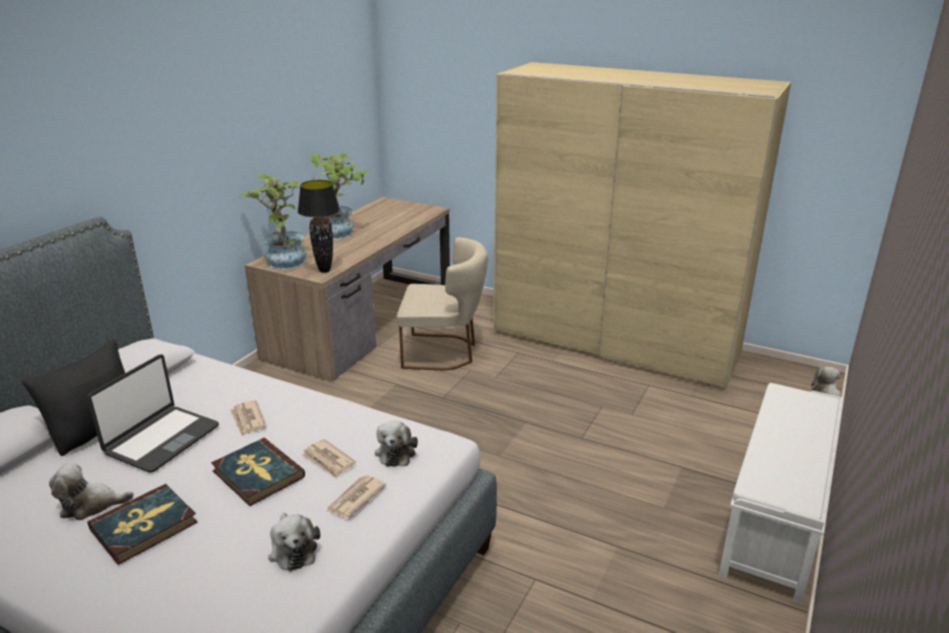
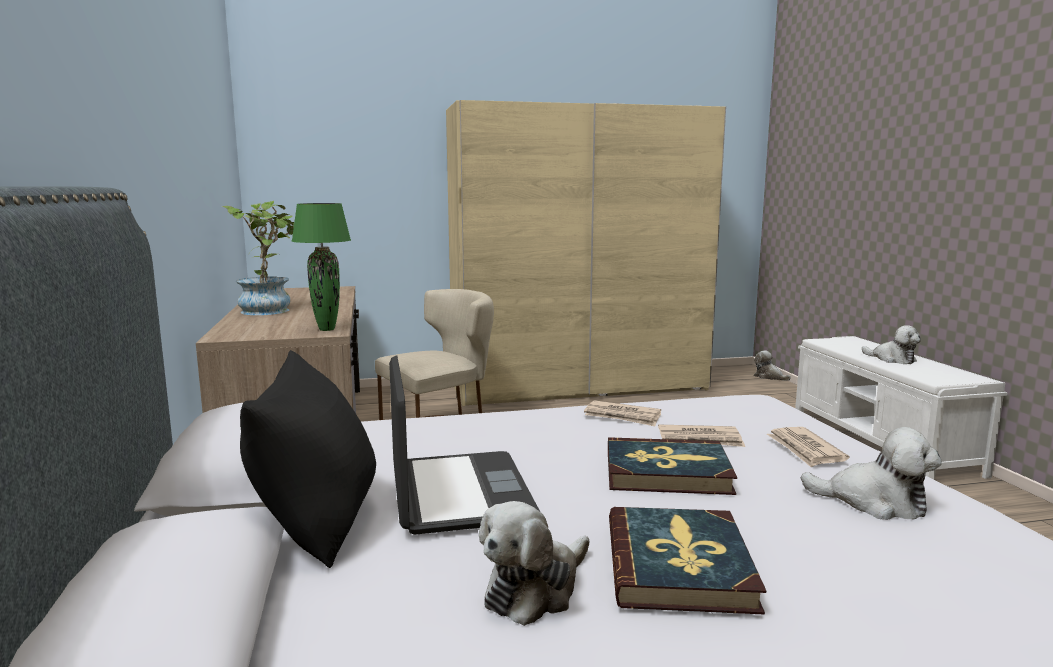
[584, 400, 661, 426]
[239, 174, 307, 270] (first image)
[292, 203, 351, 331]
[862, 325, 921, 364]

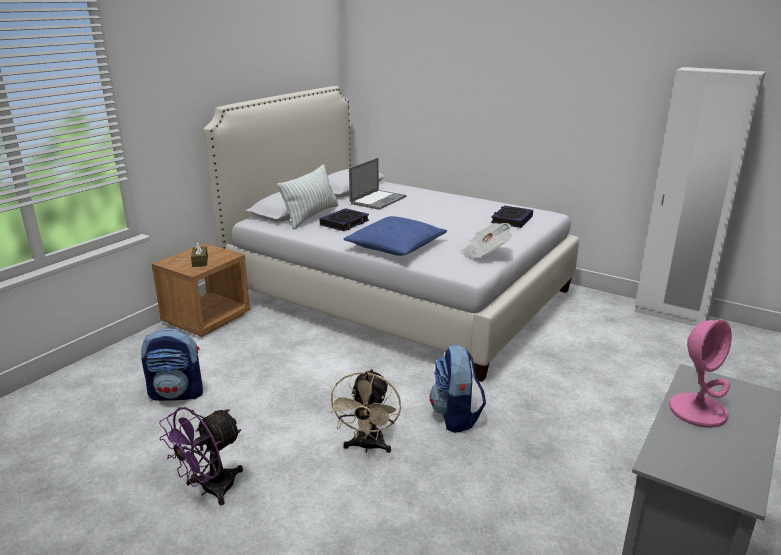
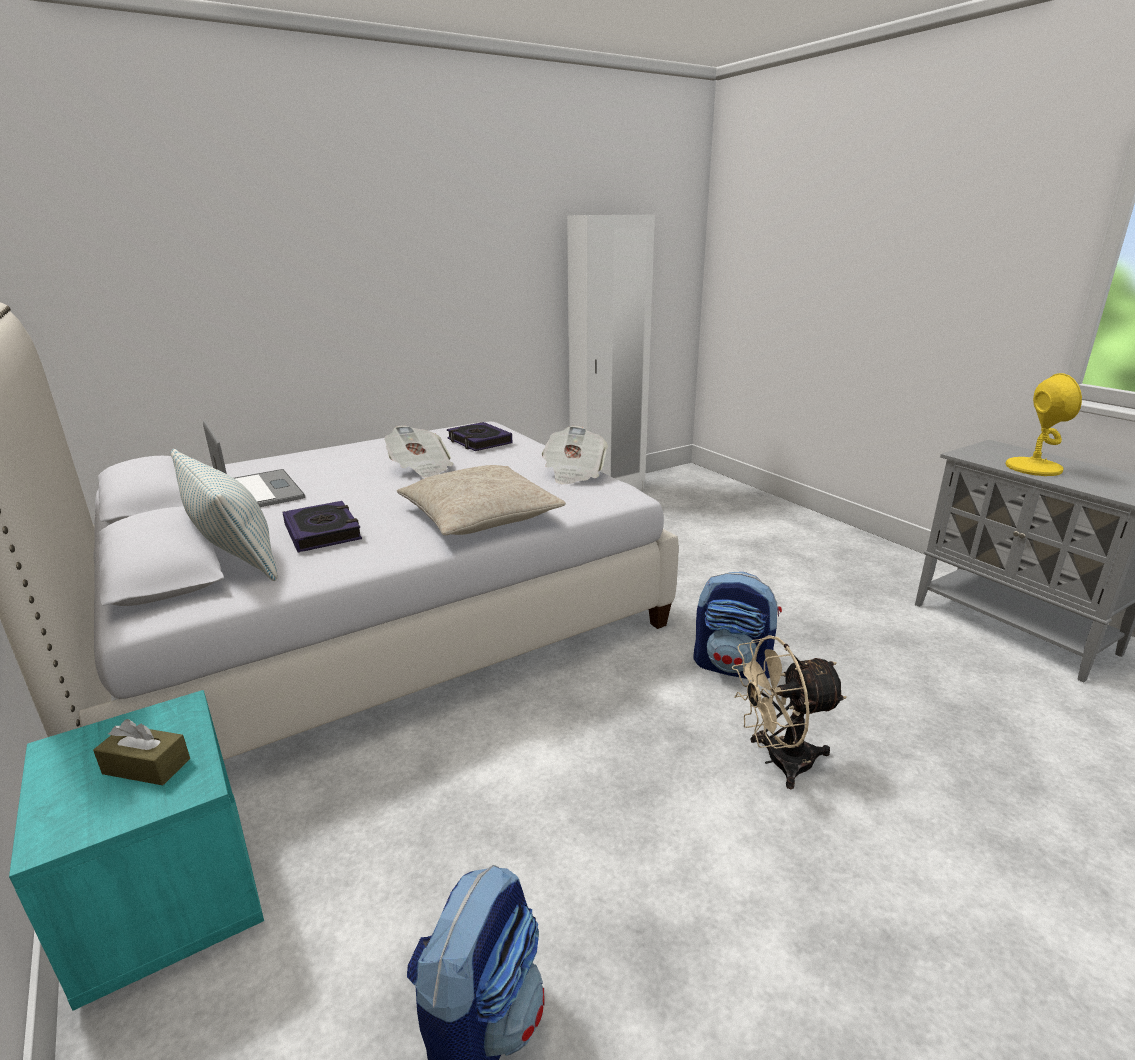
[9, 690, 264, 1011]
[159, 407, 243, 505] (first image)
[732, 635, 847, 789]
[397, 465, 566, 535]
[1006, 373, 1082, 476]
[384, 425, 453, 478]

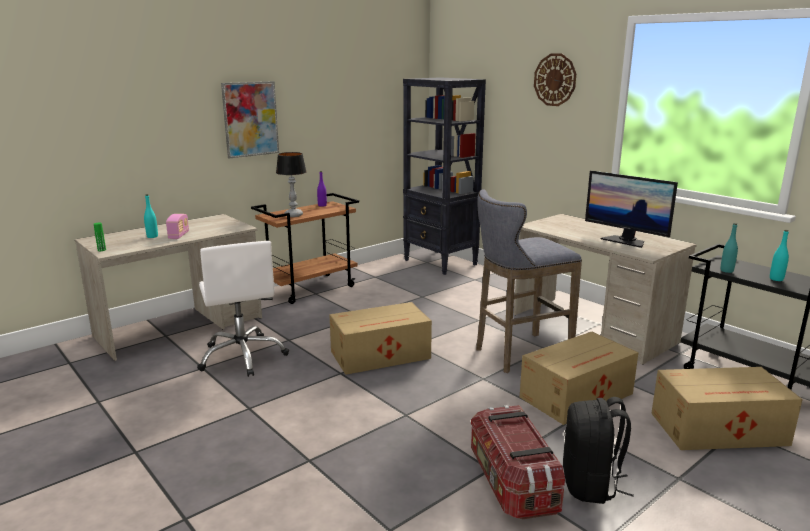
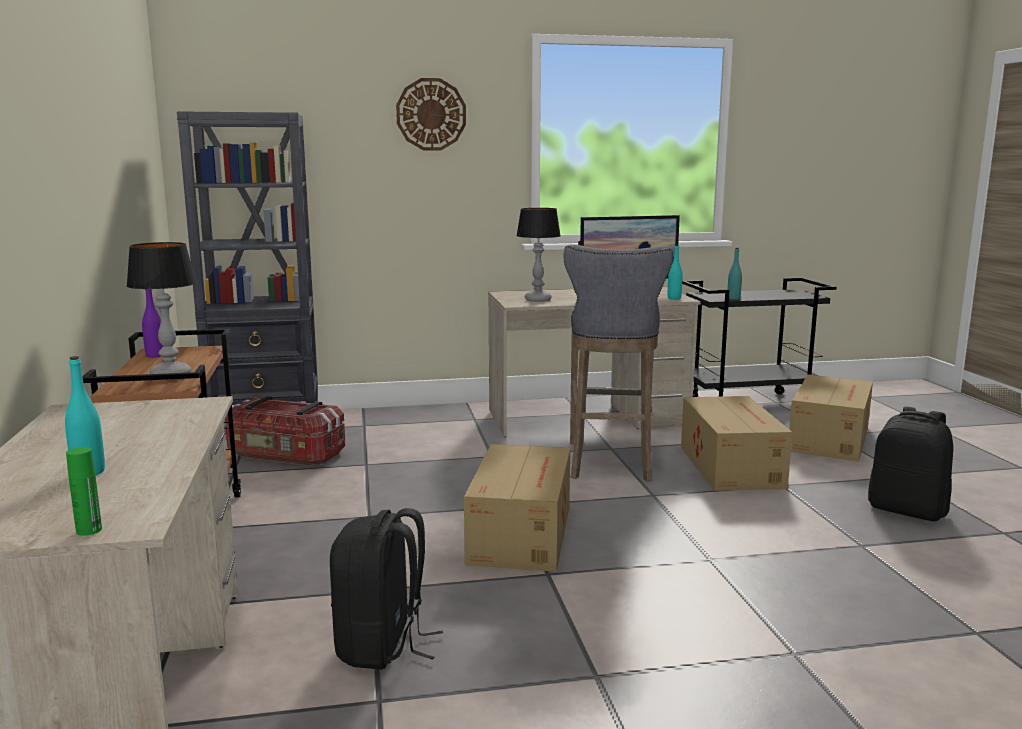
[166, 214, 189, 239] (first image)
[330, 508, 443, 670]
[221, 81, 279, 159] (first image)
[225, 396, 345, 466]
[668, 245, 683, 300]
[516, 208, 561, 302]

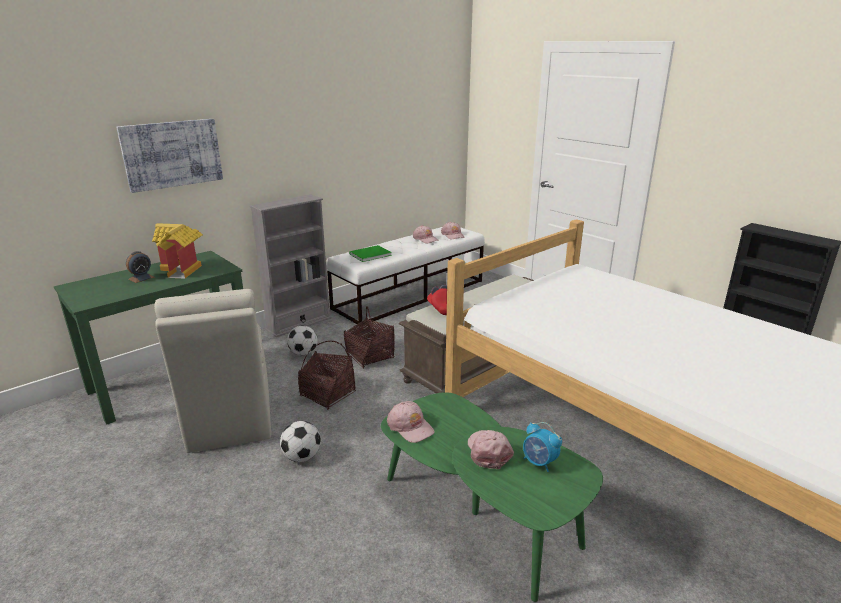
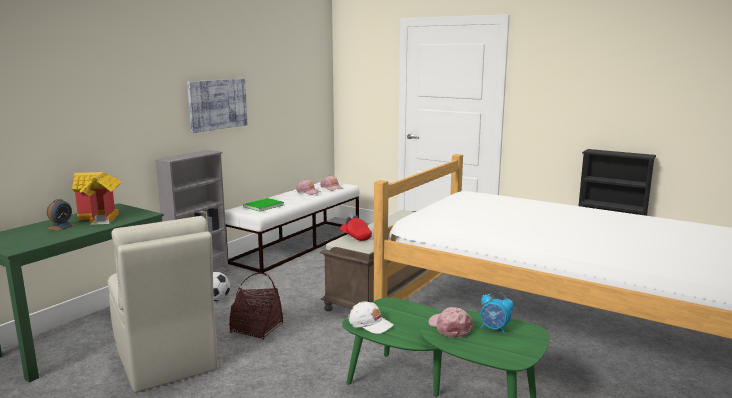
[187, 79, 248, 133]
[280, 421, 321, 462] (first image)
[344, 306, 395, 368] (first image)
[348, 301, 394, 334]

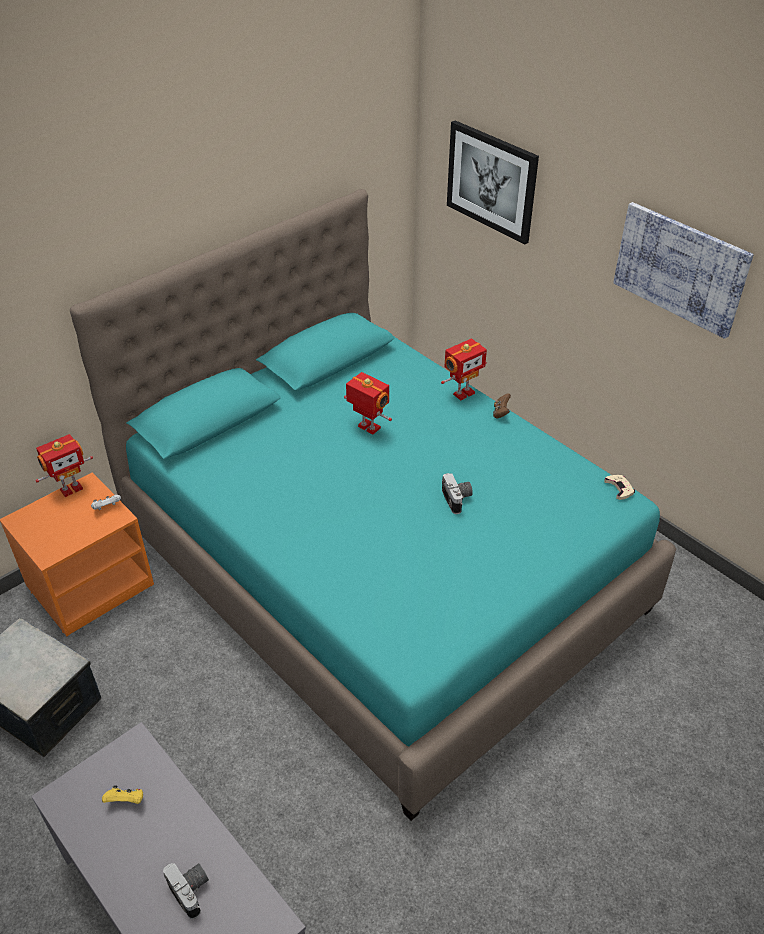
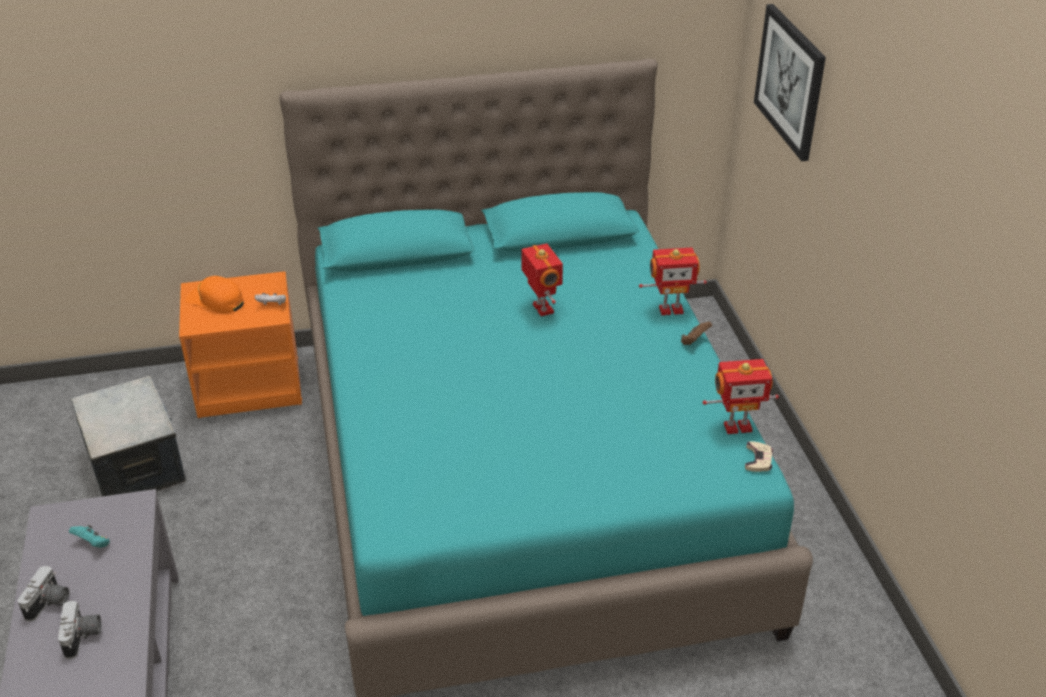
[703, 359, 779, 434]
[69, 525, 110, 548]
[17, 566, 69, 621]
[613, 202, 754, 339] (first image)
[185, 276, 244, 313]

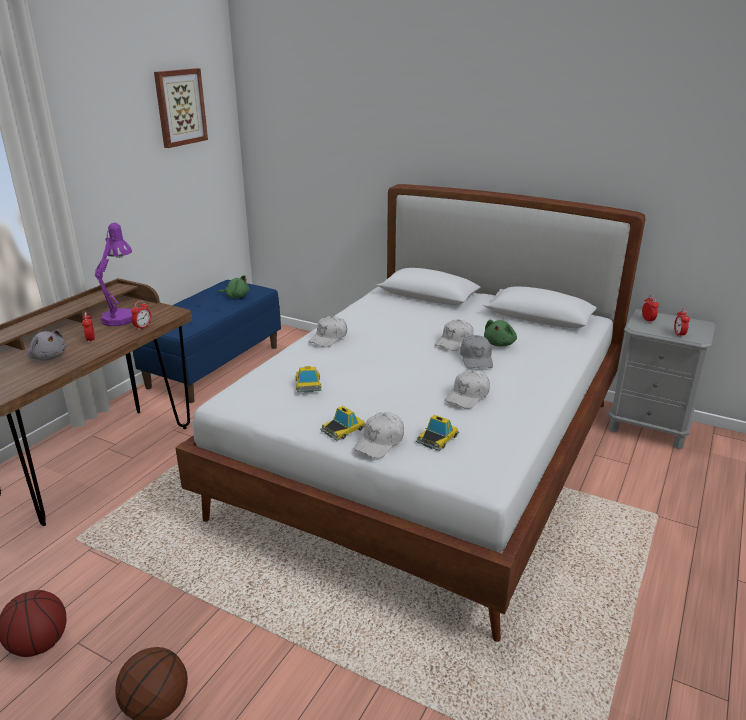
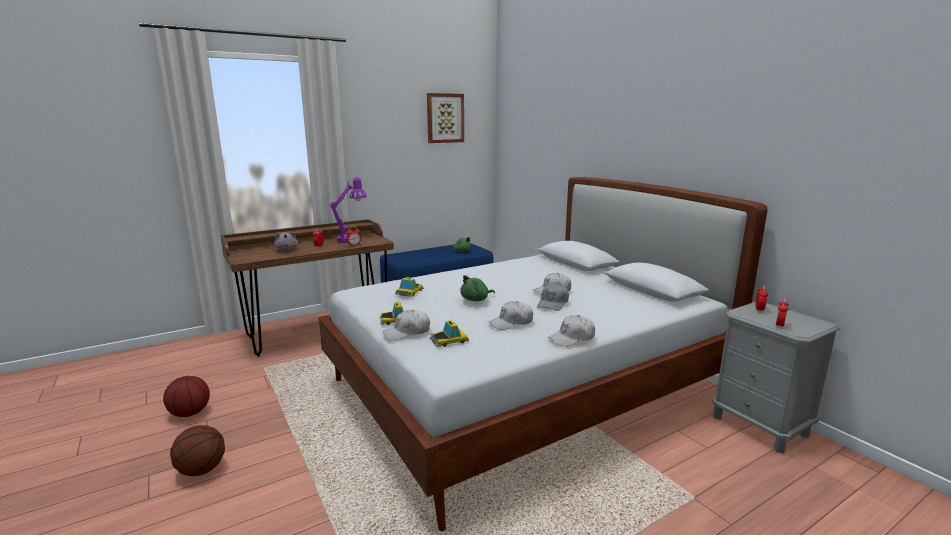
[548, 315, 595, 347]
[460, 275, 495, 301]

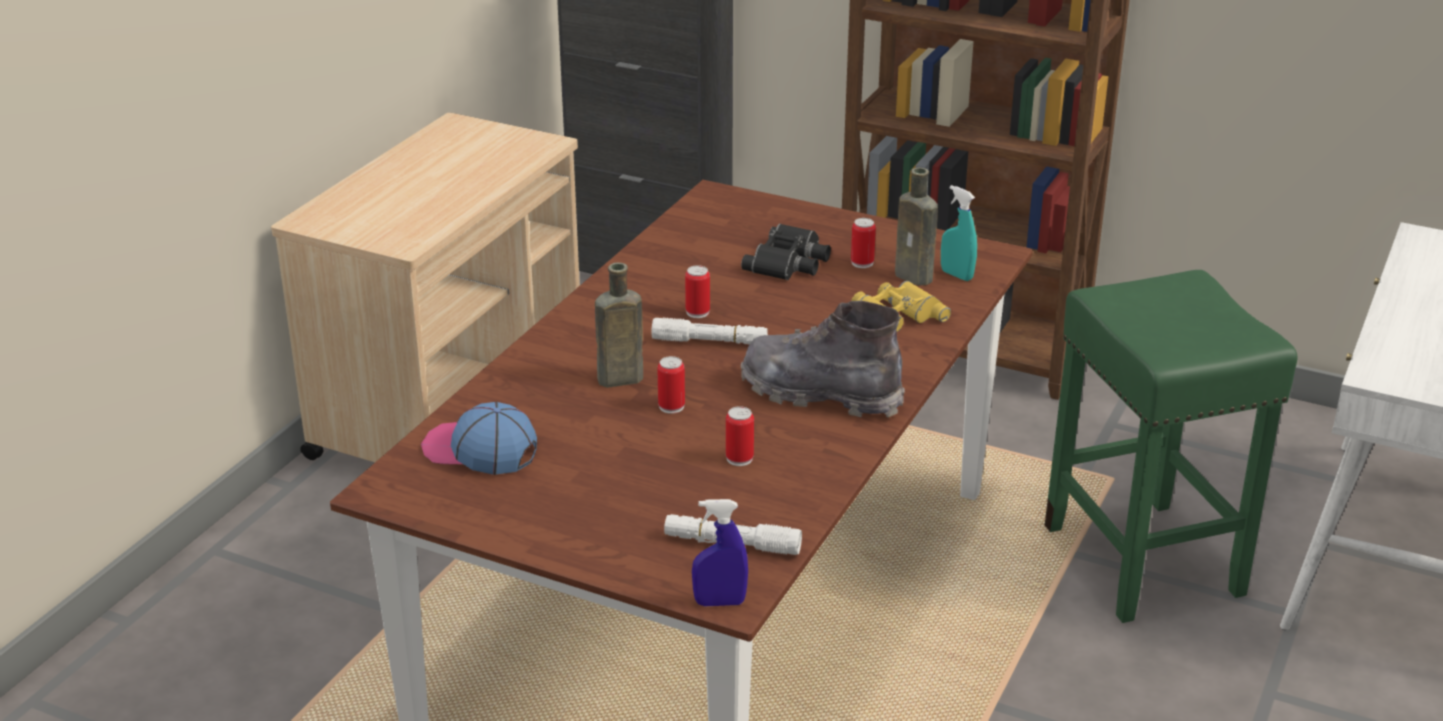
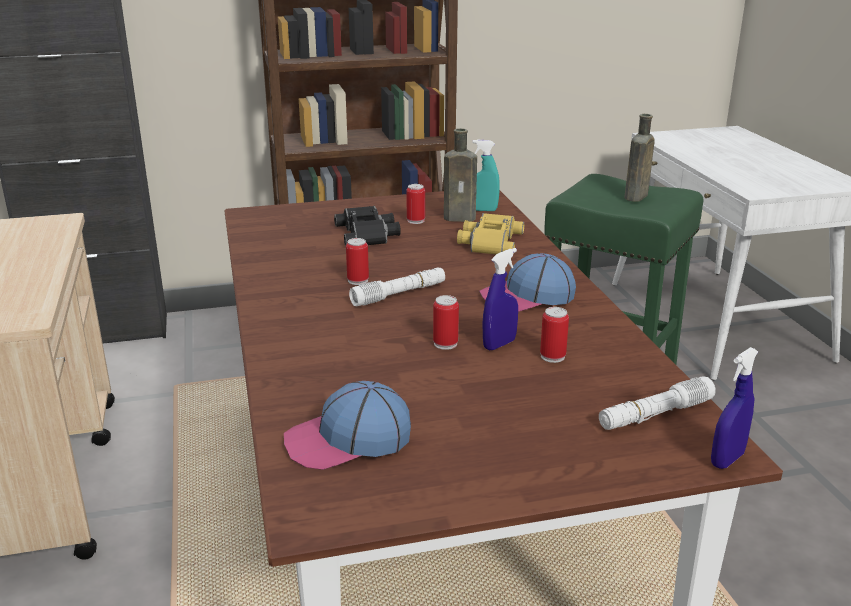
[624, 114, 655, 202]
[479, 253, 576, 312]
[483, 248, 518, 350]

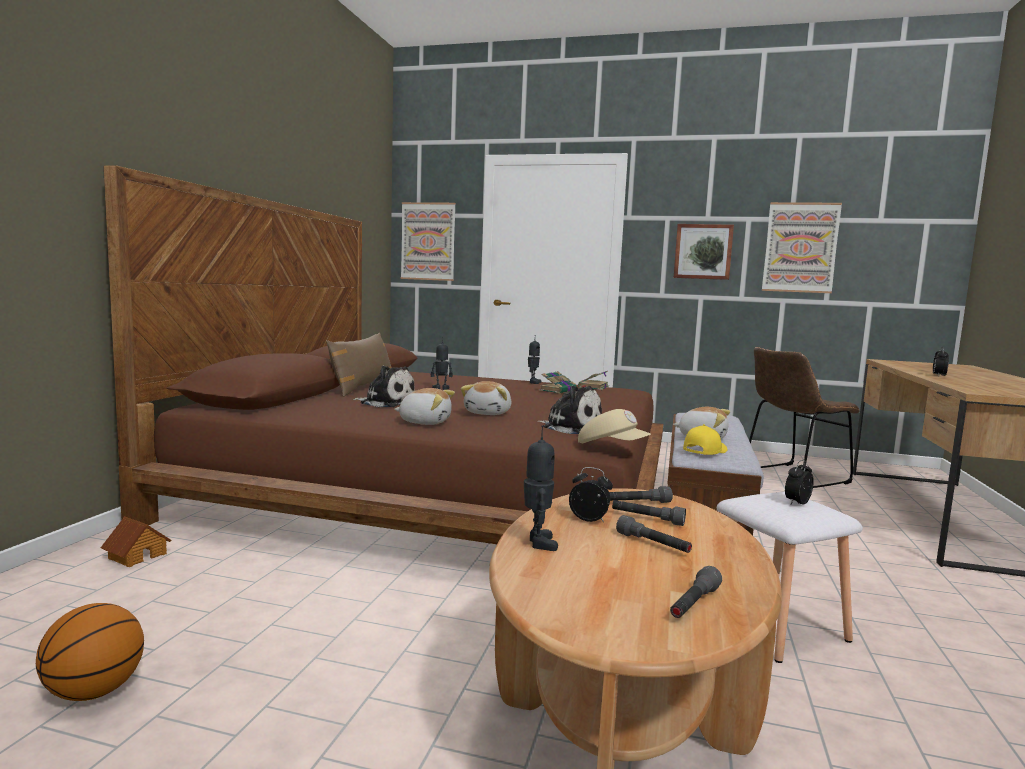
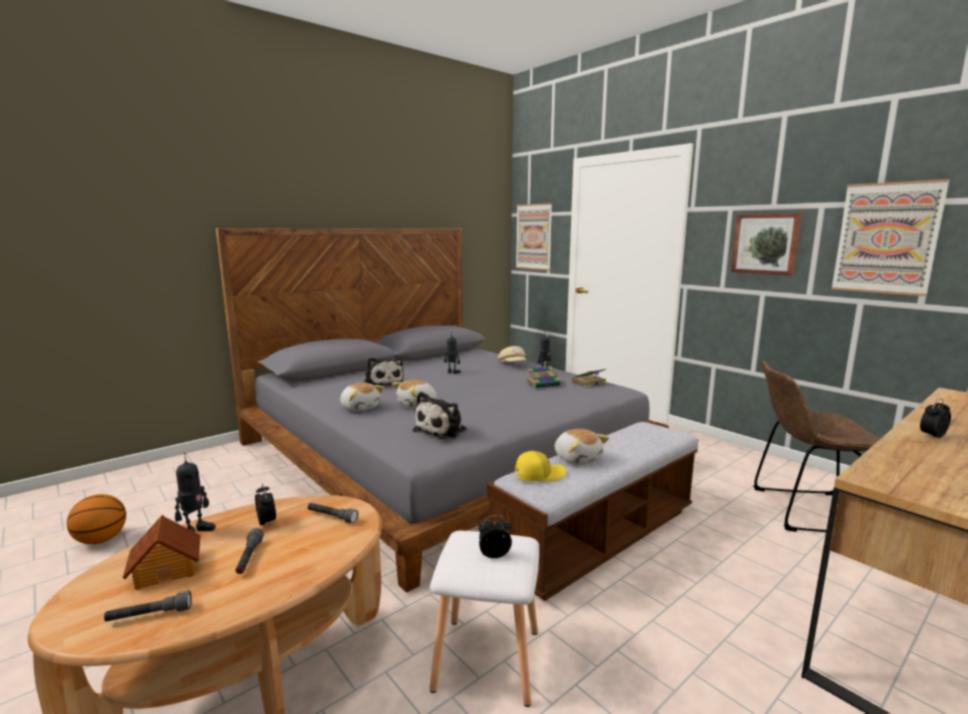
[123, 515, 200, 590]
[215, 228, 669, 593]
[326, 333, 392, 397] (first image)
[413, 392, 467, 439]
[498, 346, 526, 362]
[612, 500, 686, 526] (first image)

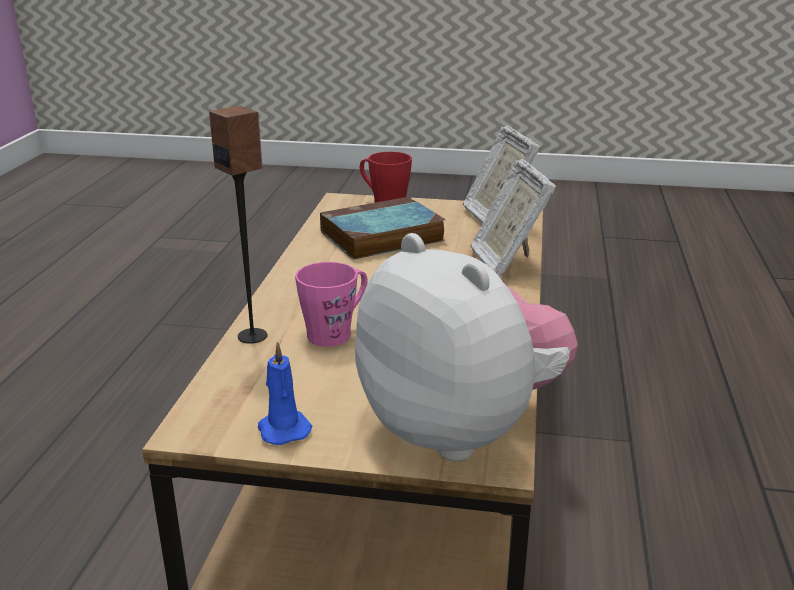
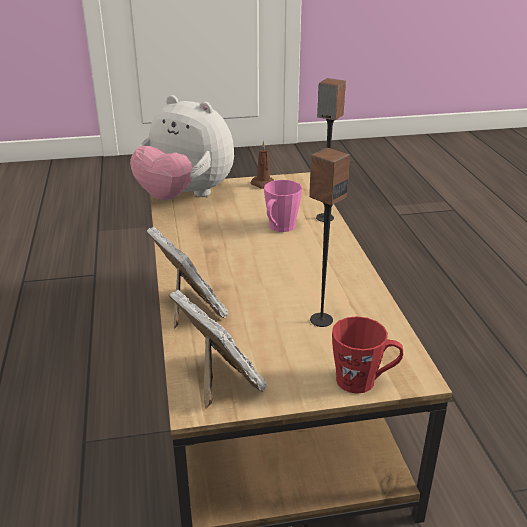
[251, 141, 275, 189]
[309, 148, 350, 327]

